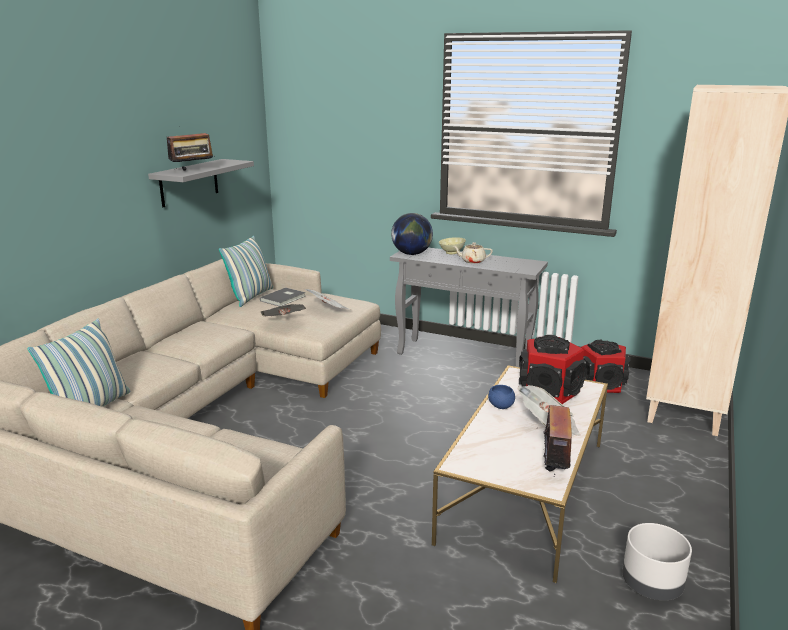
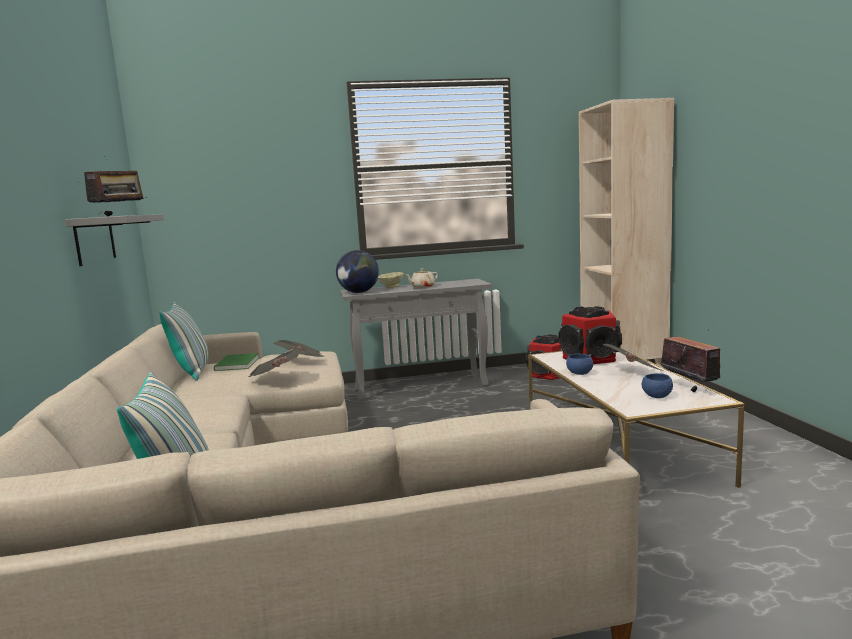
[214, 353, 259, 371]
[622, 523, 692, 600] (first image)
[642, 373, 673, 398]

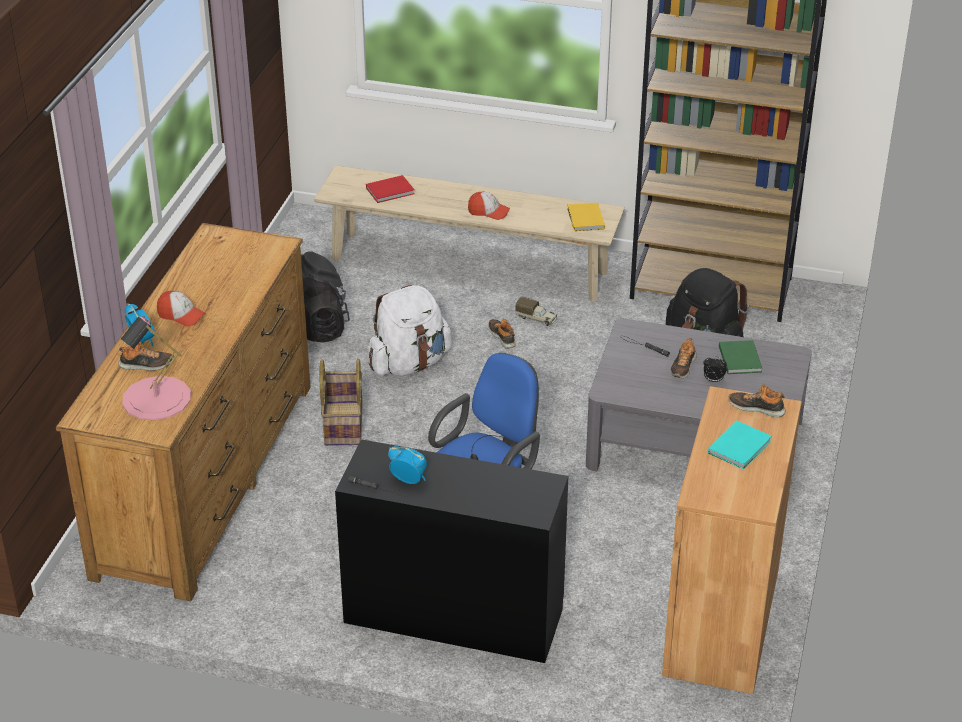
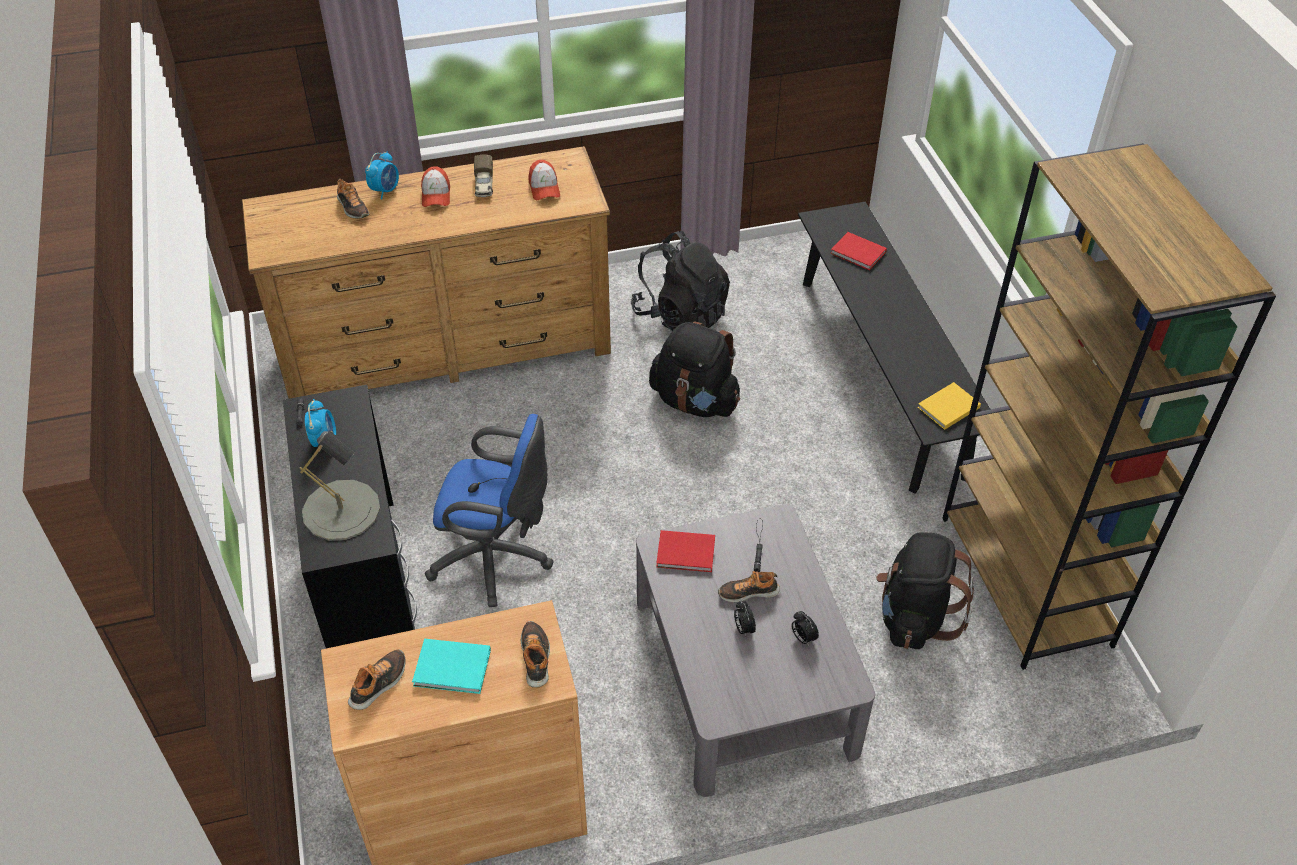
[121, 316, 191, 420] (first image)
[798, 202, 990, 494]
[320, 359, 363, 446] (first image)
[649, 321, 740, 417]
[528, 160, 560, 200]
[348, 649, 405, 710]
[474, 154, 493, 197]
[791, 611, 819, 646]
[299, 431, 380, 541]
[656, 530, 715, 572]

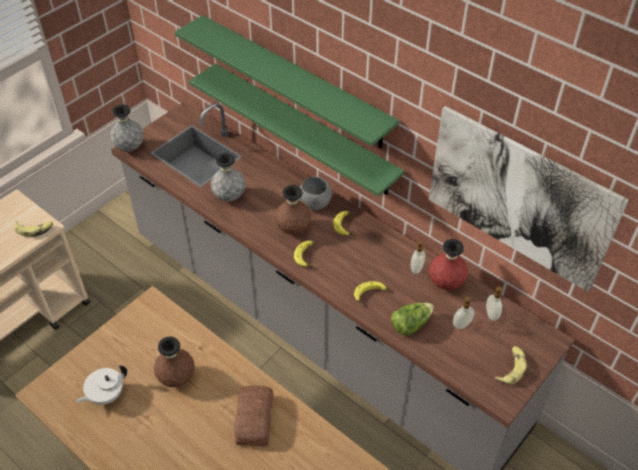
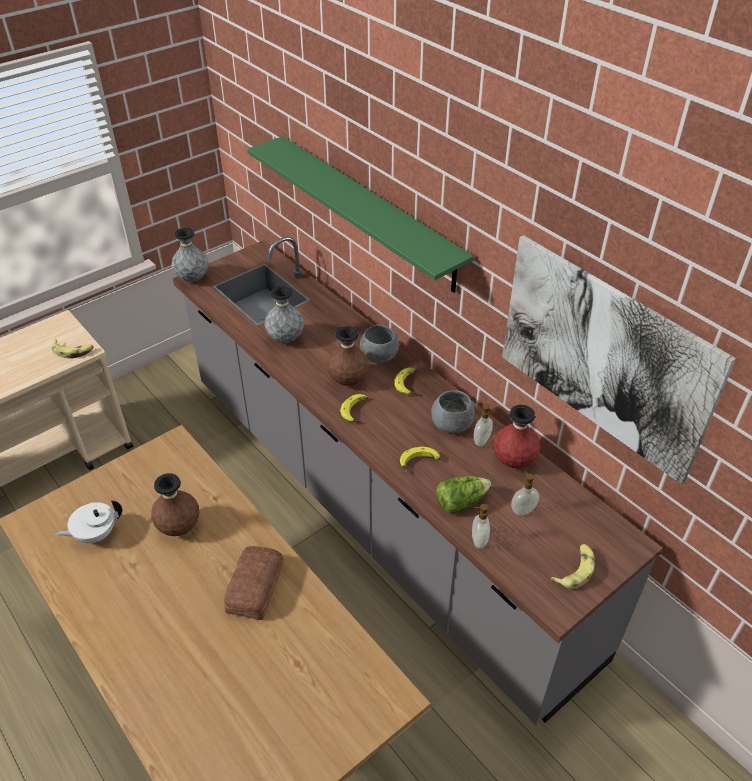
[189, 64, 404, 196] (first image)
[472, 504, 490, 549]
[431, 390, 475, 433]

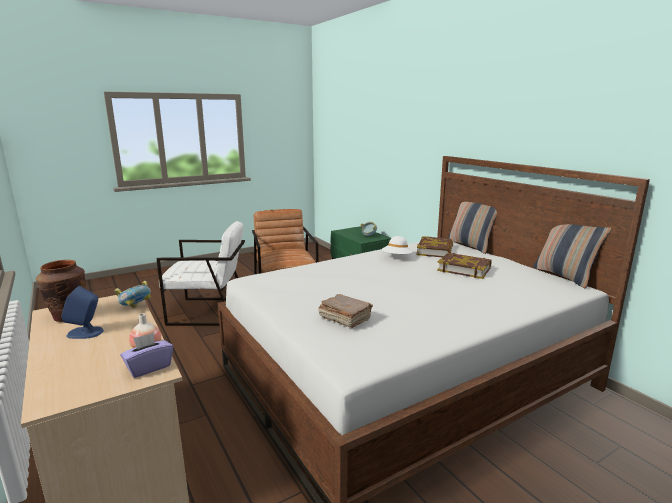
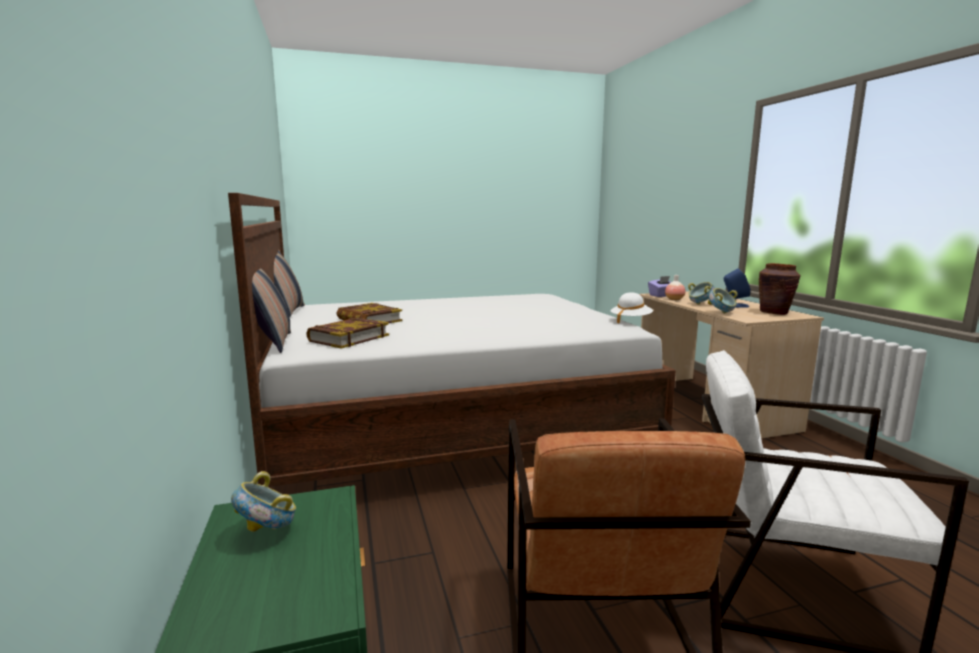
[318, 294, 373, 328] (first image)
[610, 292, 653, 324]
[688, 282, 715, 305]

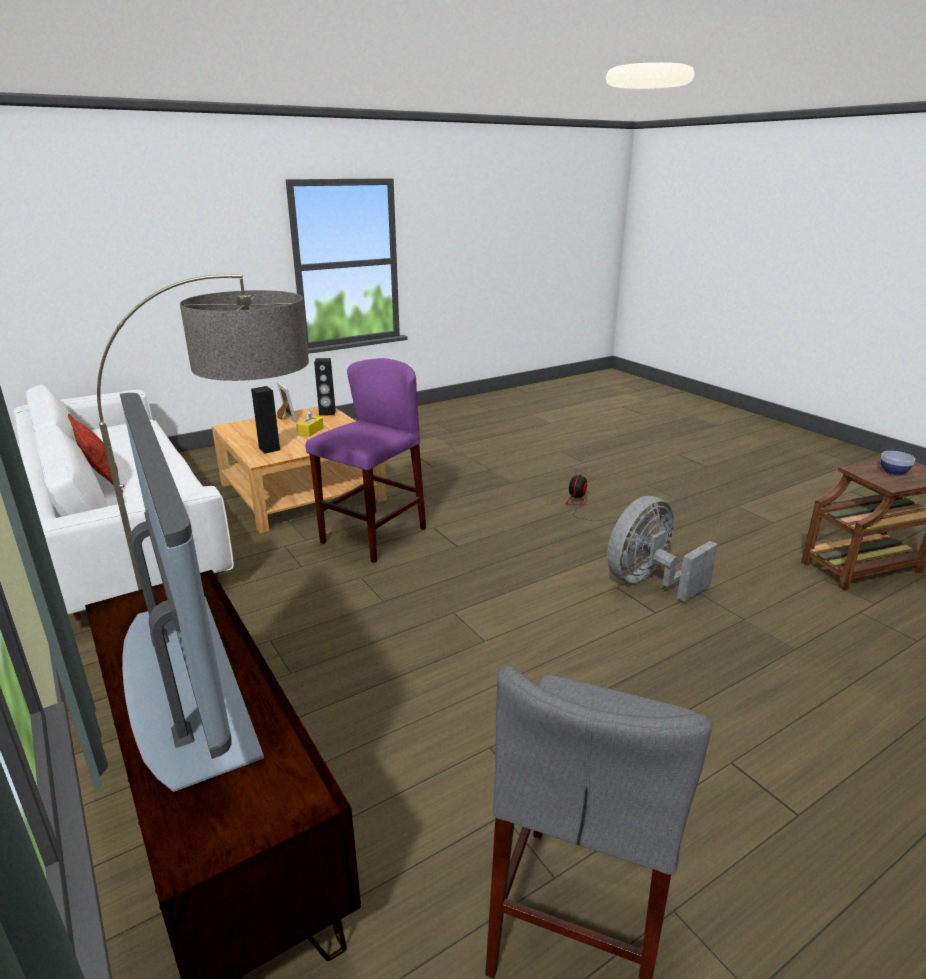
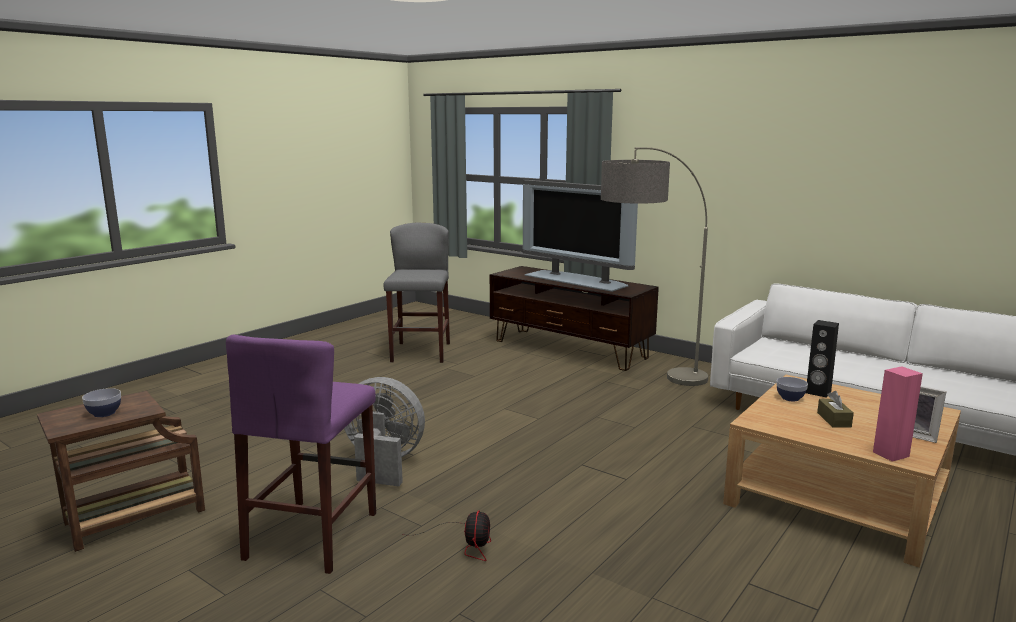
[68, 414, 123, 493] (first image)
[817, 391, 854, 428]
[226, 334, 376, 574]
[873, 366, 923, 462]
[344, 377, 425, 486]
[776, 377, 808, 401]

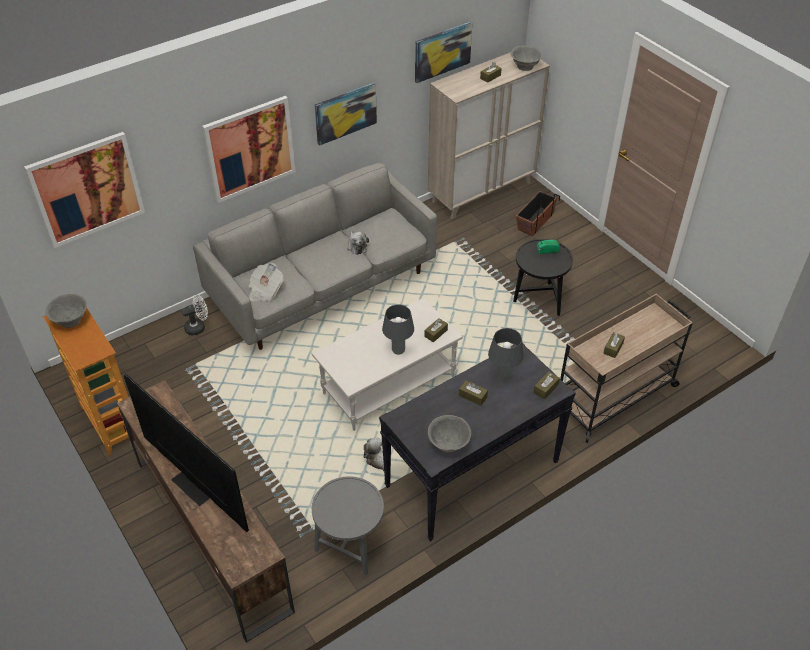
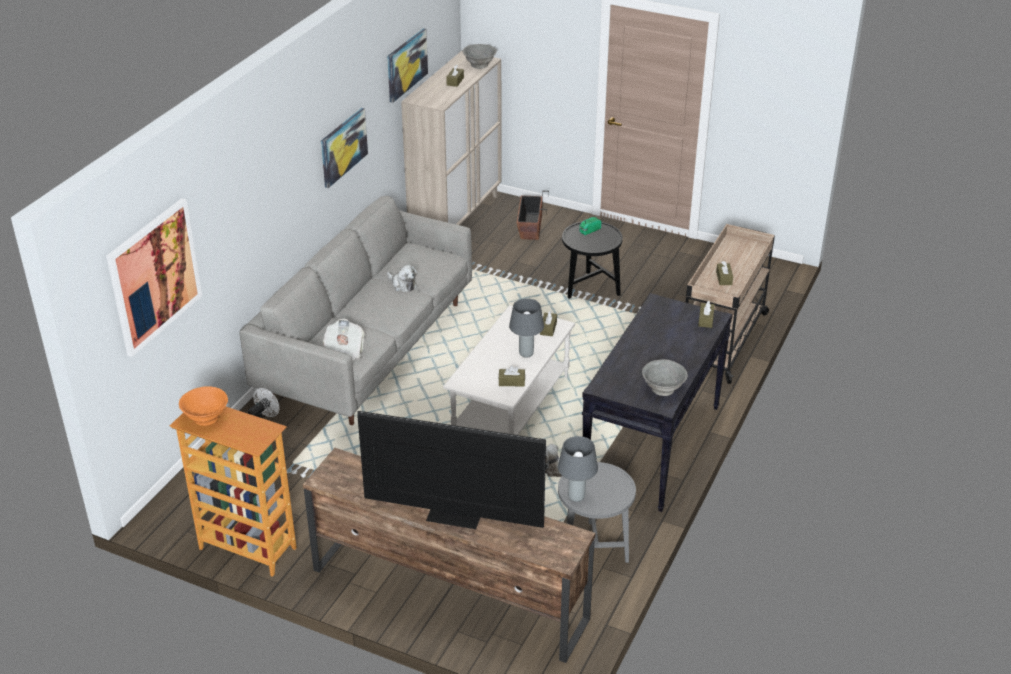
[179, 387, 228, 426]
[202, 96, 295, 203] (first image)
[498, 365, 525, 386]
[558, 436, 598, 502]

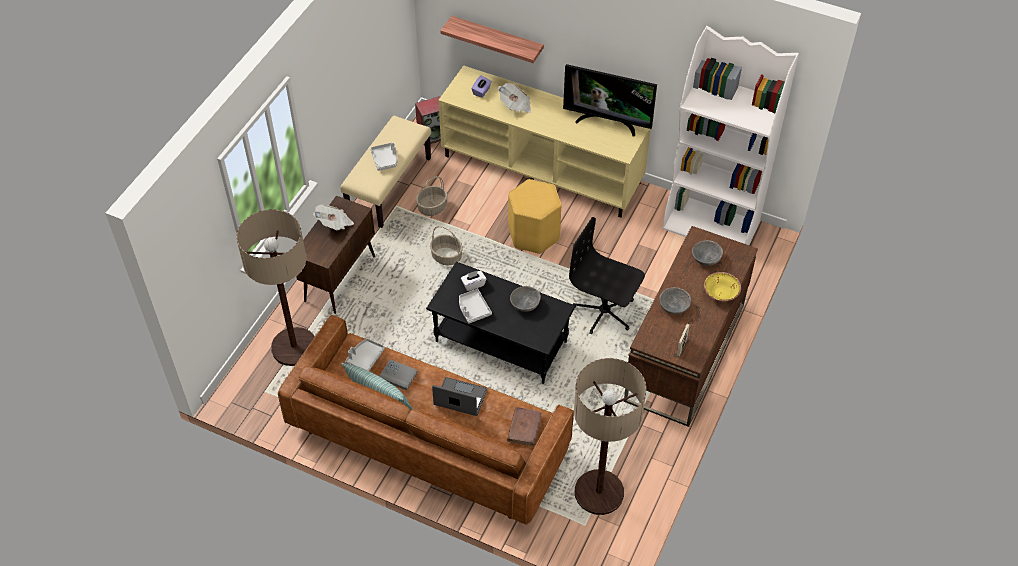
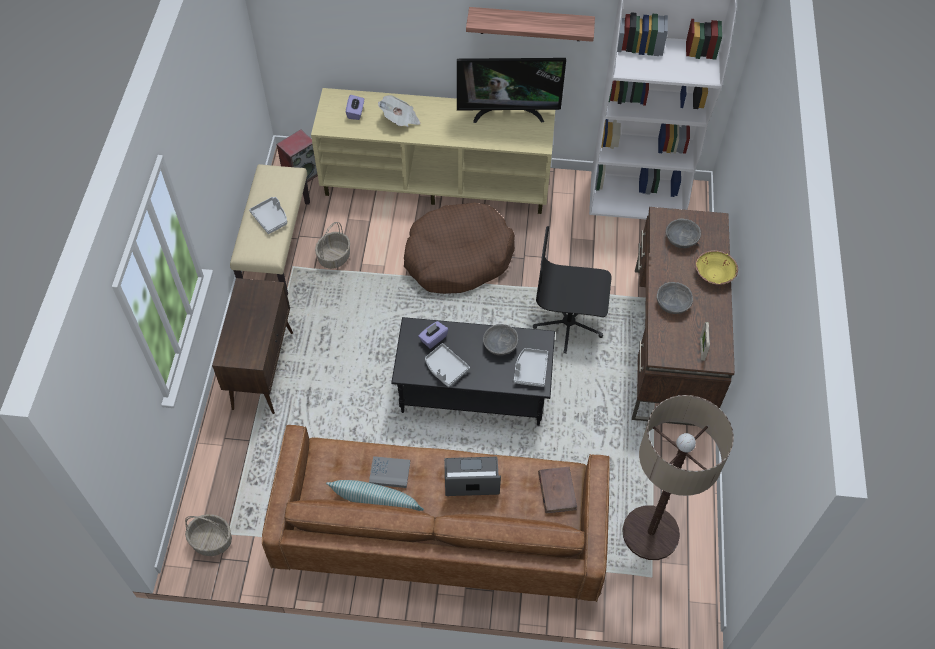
[236, 209, 315, 366] (first image)
[313, 204, 354, 231] (first image)
[514, 348, 548, 387]
[185, 514, 232, 556]
[466, 7, 595, 42]
[418, 321, 448, 349]
[404, 203, 515, 294]

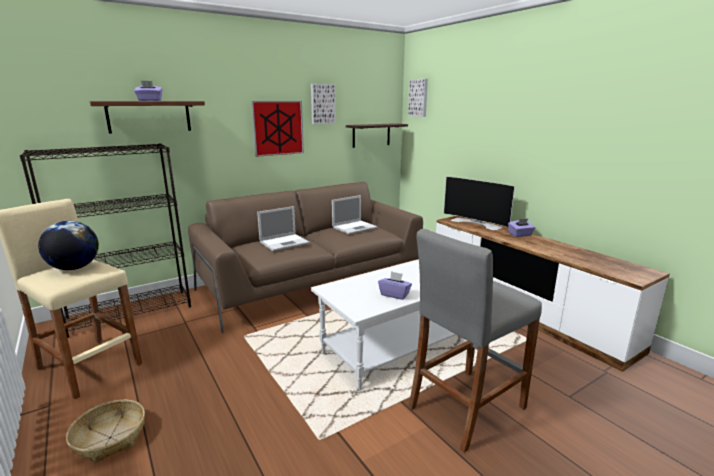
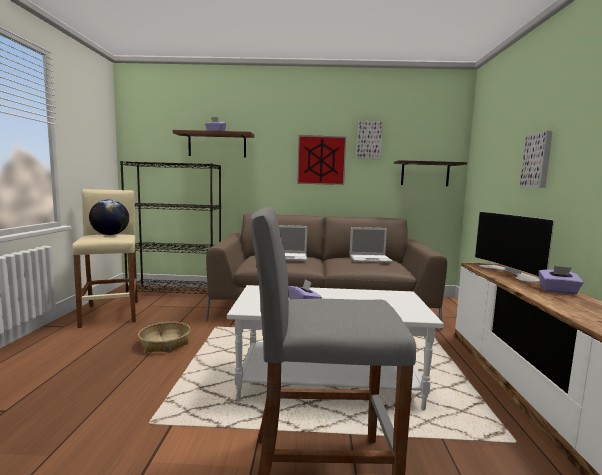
[138, 322, 190, 353]
[519, 130, 553, 188]

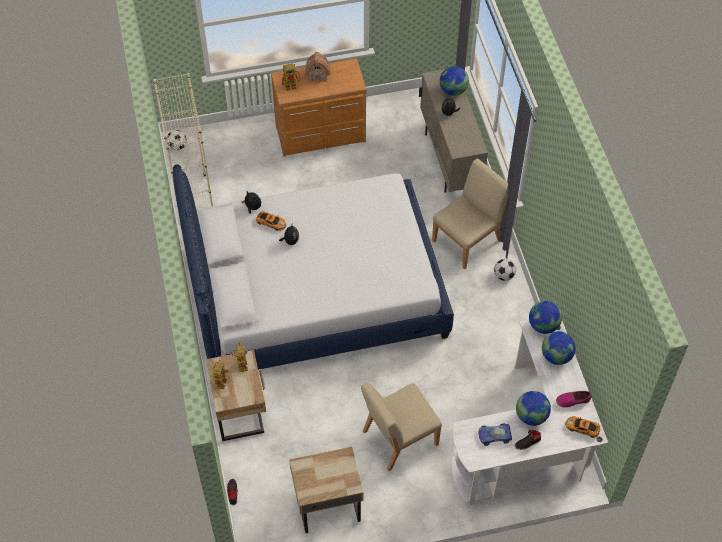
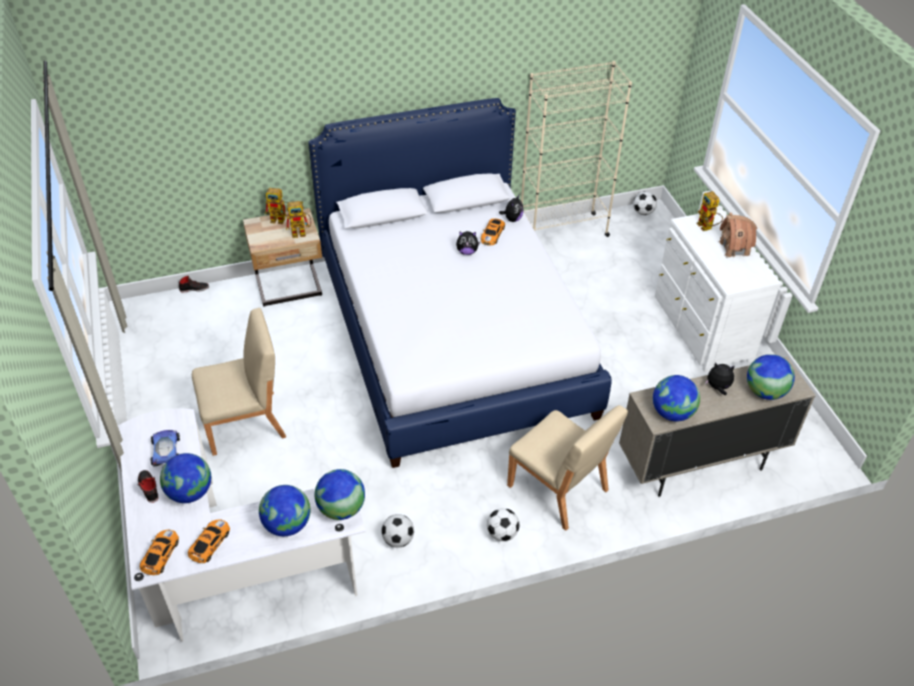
[655, 209, 781, 372]
[289, 447, 363, 533] (first image)
[192, 308, 286, 456]
[188, 519, 230, 564]
[381, 514, 414, 548]
[653, 375, 700, 422]

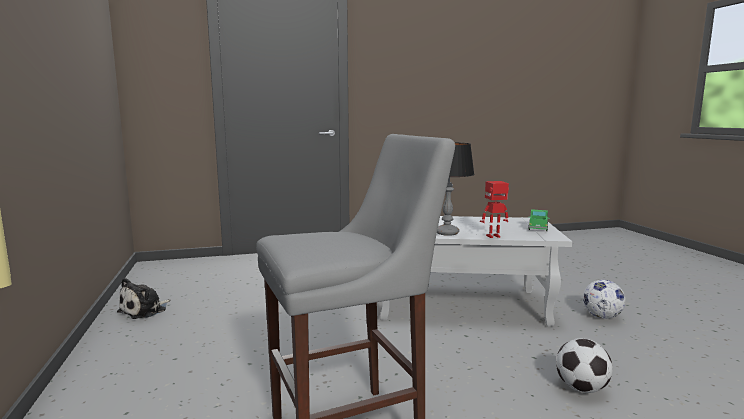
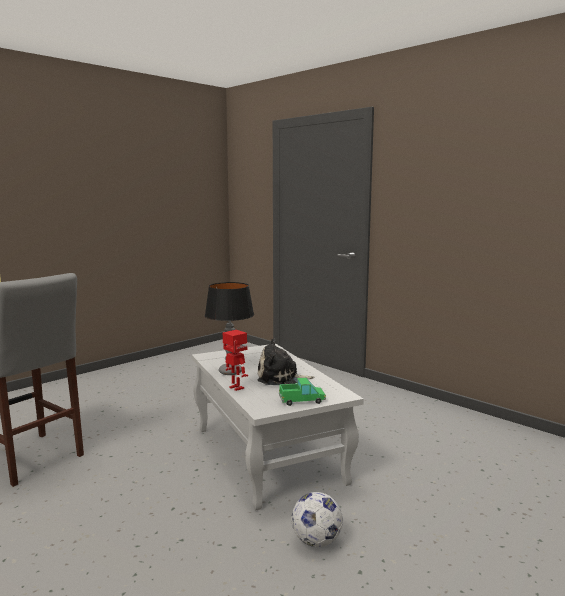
[257, 338, 315, 385]
[556, 338, 613, 393] (first image)

